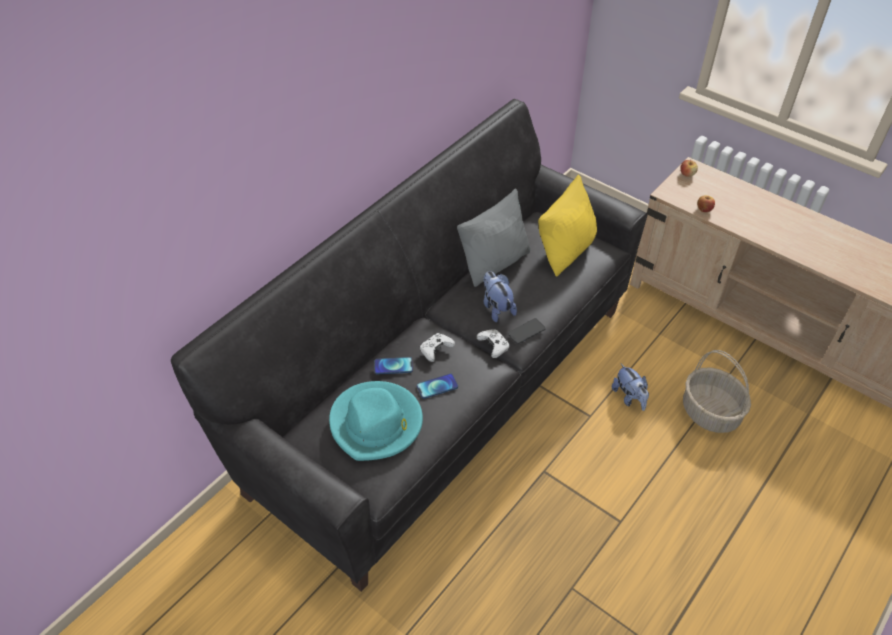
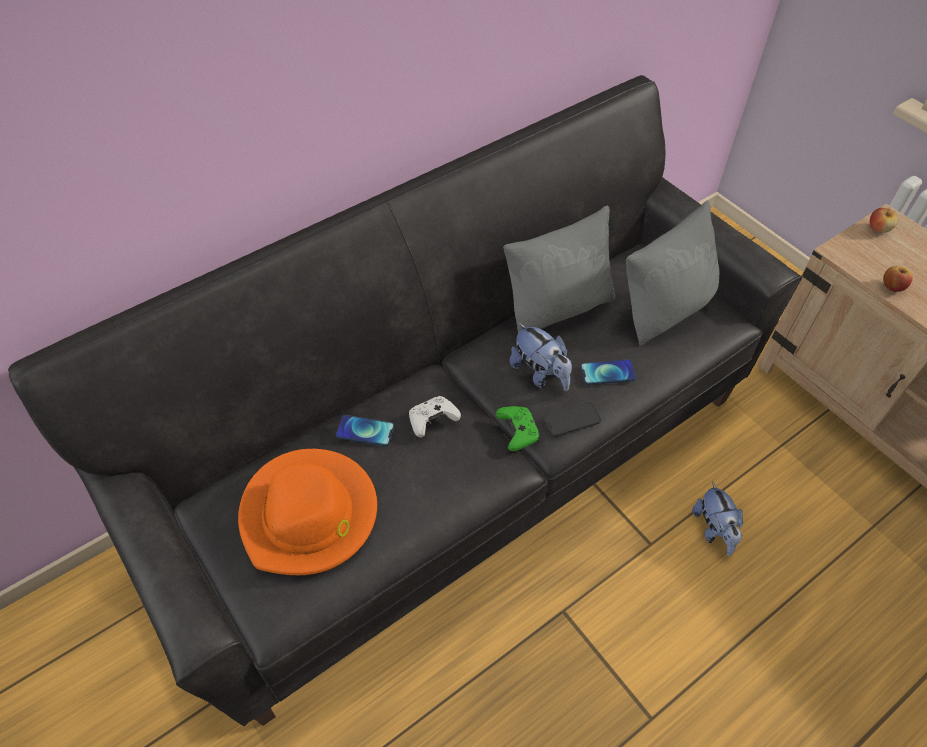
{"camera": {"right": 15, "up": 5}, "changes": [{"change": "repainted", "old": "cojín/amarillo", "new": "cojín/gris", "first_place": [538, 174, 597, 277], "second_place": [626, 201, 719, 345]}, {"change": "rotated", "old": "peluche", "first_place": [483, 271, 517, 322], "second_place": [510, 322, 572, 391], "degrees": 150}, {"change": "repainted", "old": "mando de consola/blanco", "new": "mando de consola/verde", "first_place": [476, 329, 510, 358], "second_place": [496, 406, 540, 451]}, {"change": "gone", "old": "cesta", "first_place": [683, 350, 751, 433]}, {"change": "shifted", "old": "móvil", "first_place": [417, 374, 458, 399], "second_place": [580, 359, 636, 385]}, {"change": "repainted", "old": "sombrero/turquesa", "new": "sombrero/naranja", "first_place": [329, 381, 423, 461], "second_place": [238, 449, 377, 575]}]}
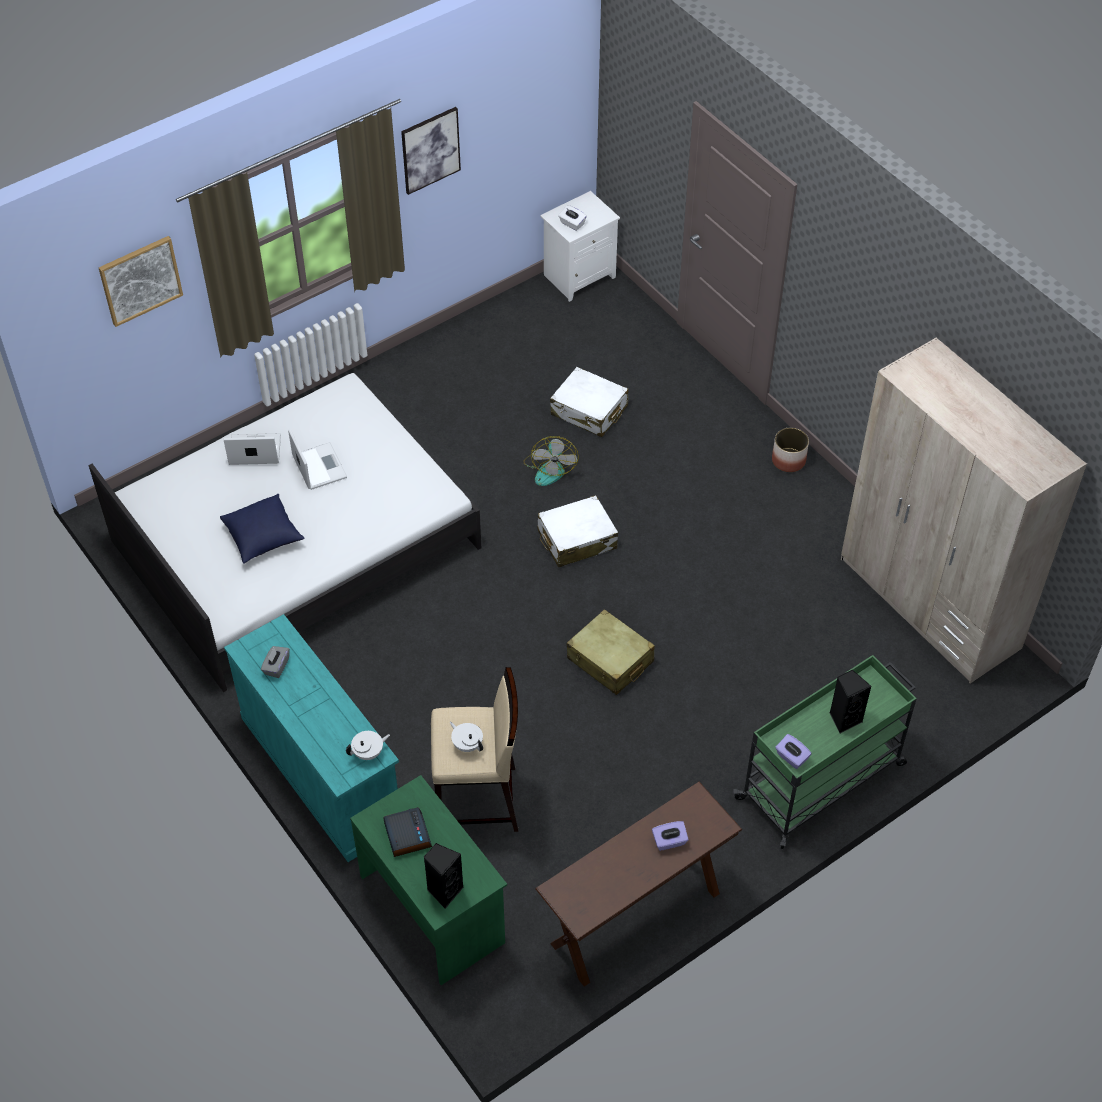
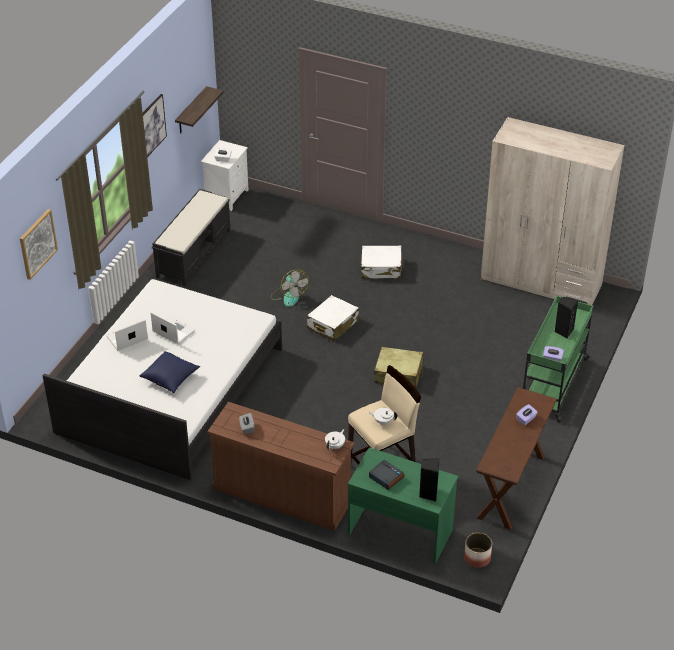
{"camera": {"right": -30, "up": -10}, "changes": [{"change": "shifted", "old": "maleta/blanco", "first_place": [550, 367, 628, 437], "second_place": [361, 245, 404, 279]}, {"change": "shifted", "old": "maceta", "first_place": [772, 428, 809, 472], "second_place": [464, 533, 492, 568]}, {"change": "repainted", "old": "cómoda/turquesa", "new": "cómoda/marrón", "first_place": [224, 614, 399, 862], "second_place": [207, 402, 354, 531]}, {"change": "new", "new": "estante", "second_place": [175, 86, 224, 134]}, {"change": "new", "new": "banco/negro", "second_place": [152, 189, 230, 286]}]}
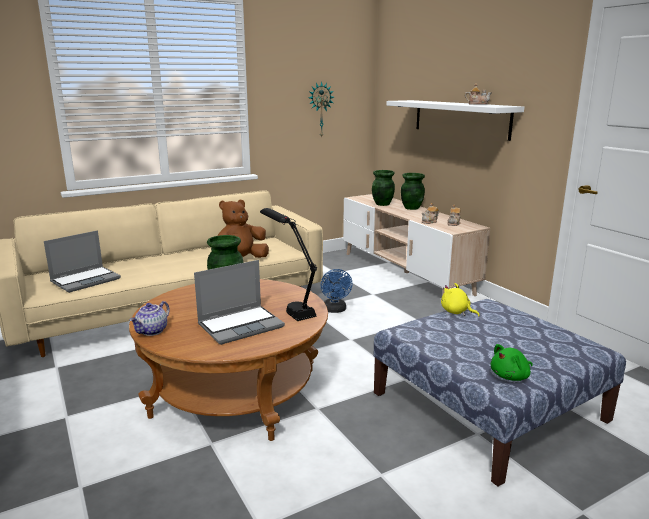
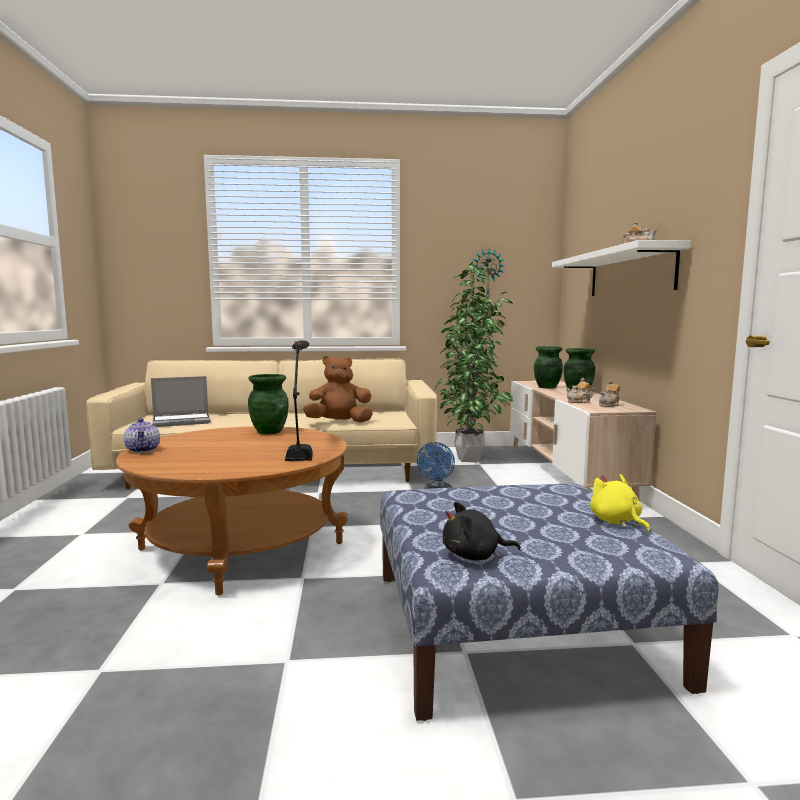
{"camera": {"right": 25, "up": -10}, "changes": [{"change": "gone", "old": "portátil", "first_place": [194, 260, 285, 345]}, {"change": "shifted", "old": "peluche/amarillo", "first_place": [441, 283, 480, 317], "second_place": [590, 474, 650, 532]}, {"change": "rotated", "old": "tetera", "first_place": [130, 301, 170, 336], "second_place": [124, 418, 160, 453], "degrees": -75}, {"change": "repainted", "old": "peluche/verde", "new": "peluche/negro", "first_place": [491, 344, 533, 381], "second_place": [443, 502, 521, 560]}, {"change": "new", "new": "planta en maceta", "second_place": [435, 261, 514, 462]}]}
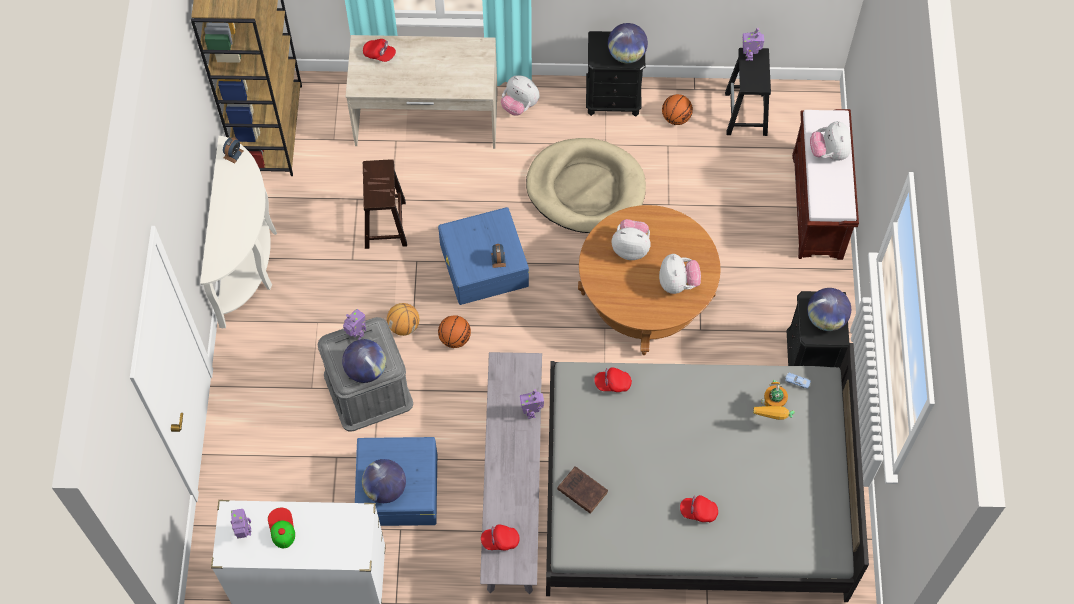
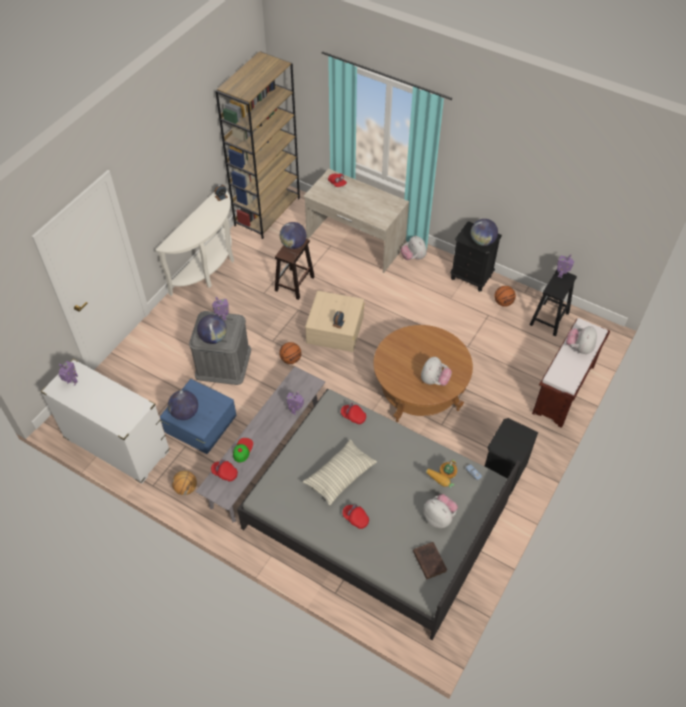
{"camera": {"right": 30, "up": -10}, "changes": [{"change": "gone", "old": "cama para perro/beis", "first_place": [526, 138, 646, 233]}, {"change": "repainted", "old": "caja de almacenaje/azul", "new": "caja de almacenaje/beis", "first_place": [438, 207, 529, 305], "second_place": [305, 291, 364, 352]}, {"change": "shifted", "old": "peluche", "first_place": [612, 219, 651, 260], "second_place": [423, 494, 458, 528]}, {"change": "shifted", "old": "globo terráqueo", "first_place": [807, 288, 851, 331], "second_place": [280, 222, 306, 249]}, {"change": "shifted", "old": "balón de baloncesto", "first_place": [387, 303, 419, 336], "second_place": [172, 471, 197, 495]}, {"change": "shifted", "old": "libro/marrón", "first_place": [557, 466, 608, 514], "second_place": [413, 542, 447, 579]}, {"change": "shifted", "old": "gorra", "first_place": [268, 508, 295, 549], "second_place": [233, 438, 253, 463]}, {"change": "new", "new": "cojín", "second_place": [303, 440, 377, 505]}]}
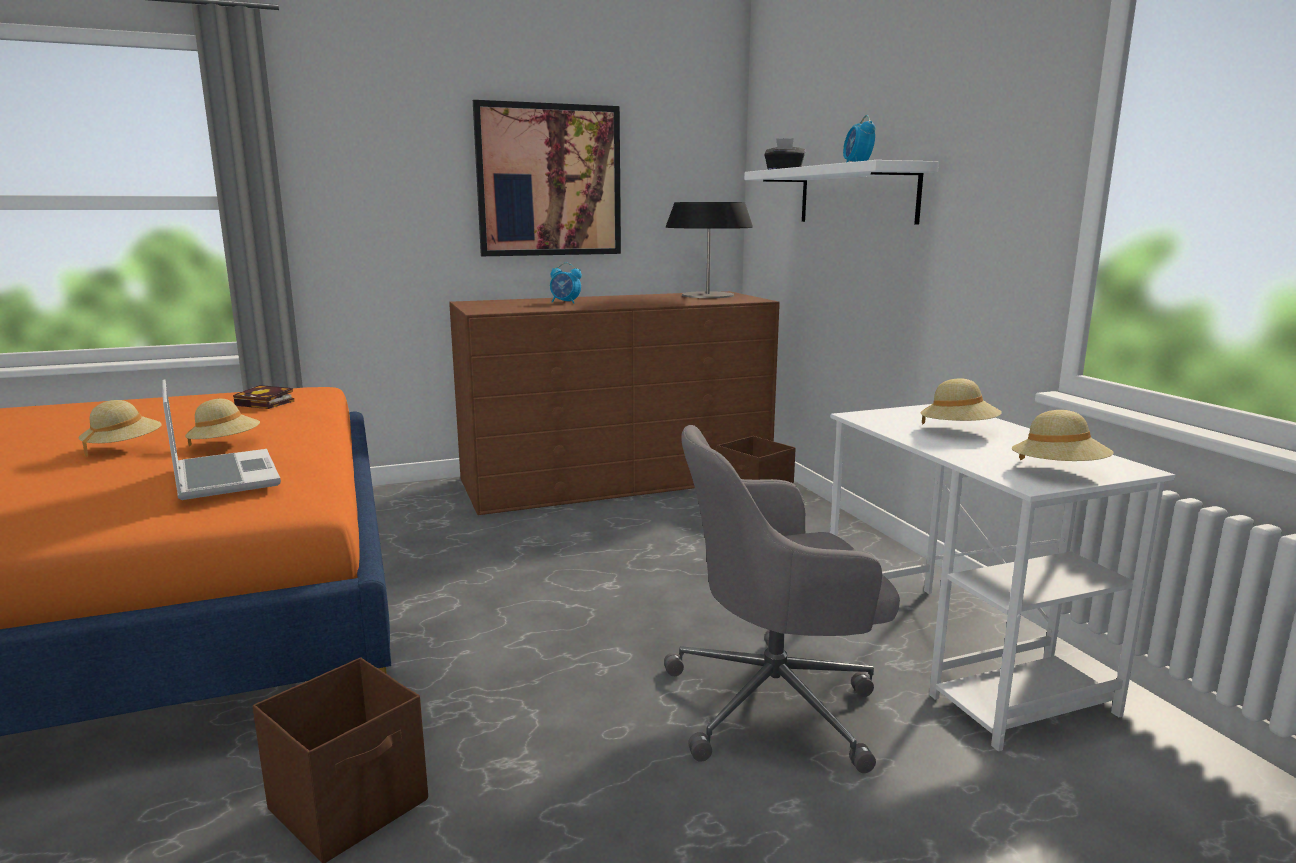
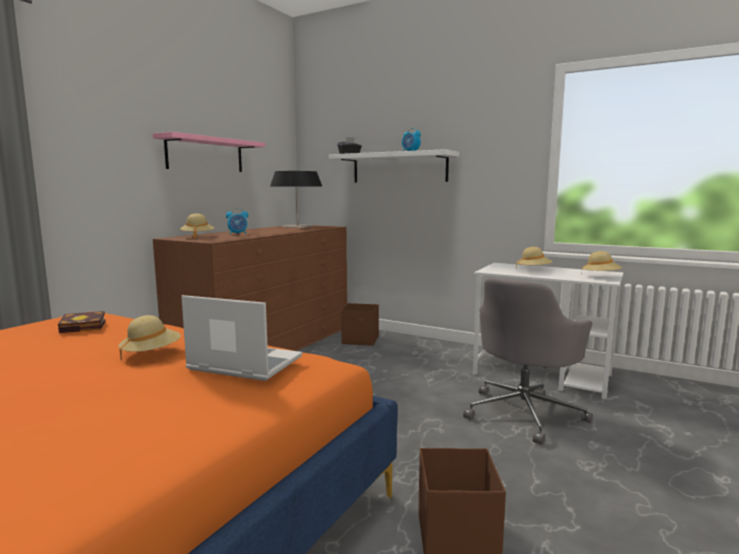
{"camera": {"right": -40, "up": -5}, "changes": [{"change": "swapped", "old": "cuadro", "new": "estante/rosa", "first_place": [473, 100, 621, 256], "second_place": [153, 132, 265, 172]}, {"change": "shifted", "old": "sombrero/beis", "first_place": [79, 400, 162, 457], "second_place": [180, 213, 214, 239]}]}
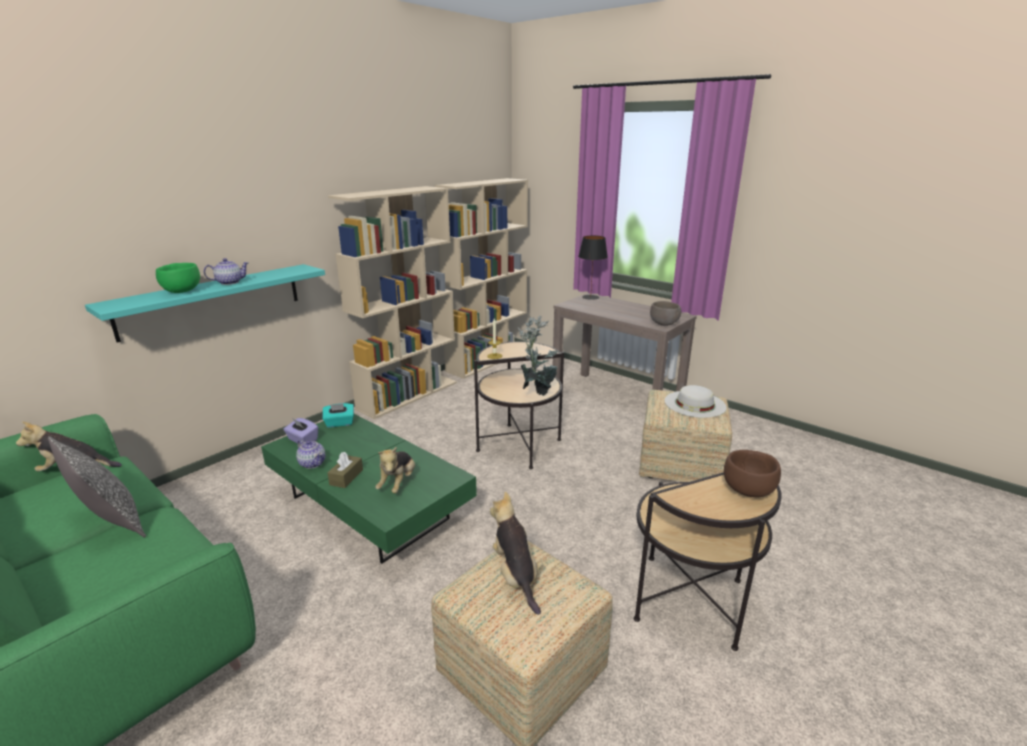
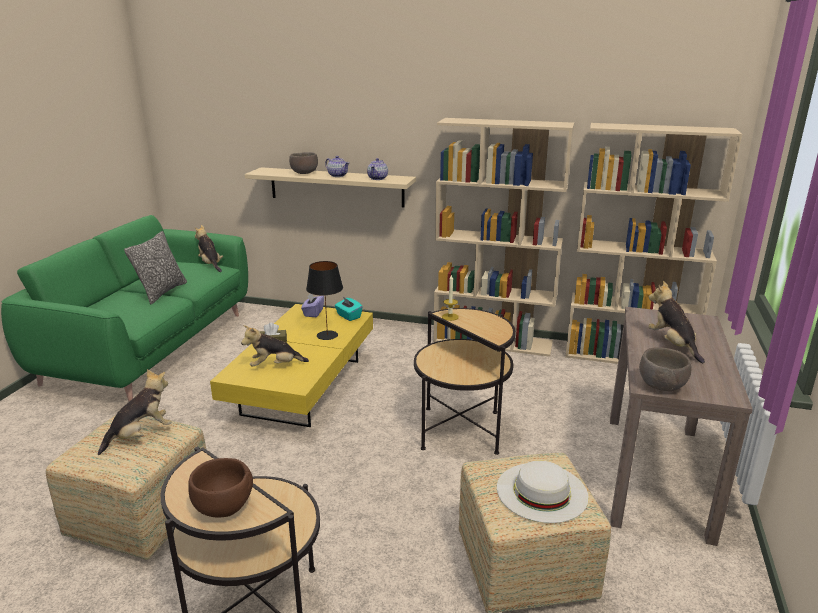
{"camera": {"right": 65, "up": 0}, "changes": [{"change": "shifted", "old": "lámpara de mesa/negro", "first_place": [578, 235, 608, 300], "second_place": [306, 261, 343, 340]}, {"change": "repainted", "old": "cuenco/verde", "new": "cuenco/marrón", "first_place": [156, 263, 200, 293], "second_place": [289, 152, 318, 174]}, {"change": "repainted", "old": "estante/turquesa", "new": "estante/beis", "first_place": [85, 264, 325, 343], "second_place": [245, 167, 416, 207]}, {"change": "gone", "old": "planta en maceta", "first_place": [518, 316, 558, 396]}, {"change": "repainted", "old": "mesa de centro/verde", "new": "mesa de centro/amarillo", "first_place": [261, 414, 477, 564], "second_place": [210, 304, 373, 427]}, {"change": "shifted", "old": "tetera", "first_place": [296, 440, 325, 469], "second_place": [367, 158, 388, 180]}, {"change": "new", "new": "peluche", "second_place": [649, 281, 705, 363]}]}
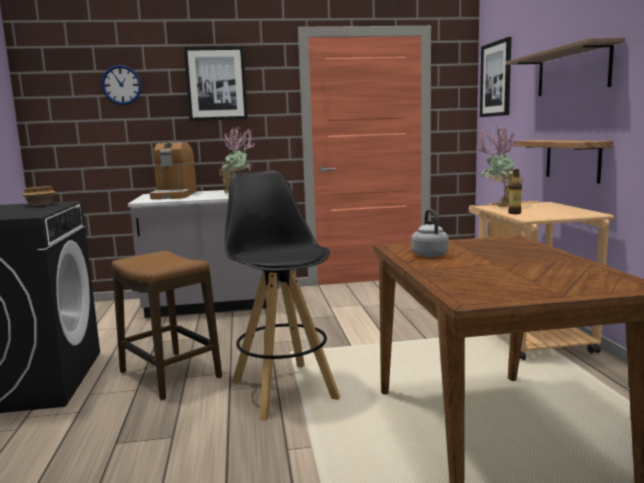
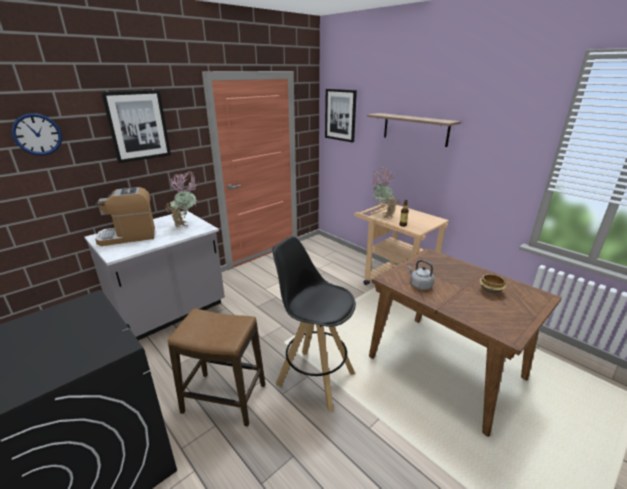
{"camera": {"right": -35, "up": 15}, "changes": [{"change": "gone", "old": "estante", "first_place": [514, 140, 613, 184]}, {"change": "rotated", "old": "cafetera", "first_place": [150, 141, 197, 200], "second_place": [95, 187, 155, 246], "degrees": 105}, {"change": "shifted", "old": "cuenco", "first_place": [22, 186, 56, 206], "second_place": [480, 274, 506, 295]}]}
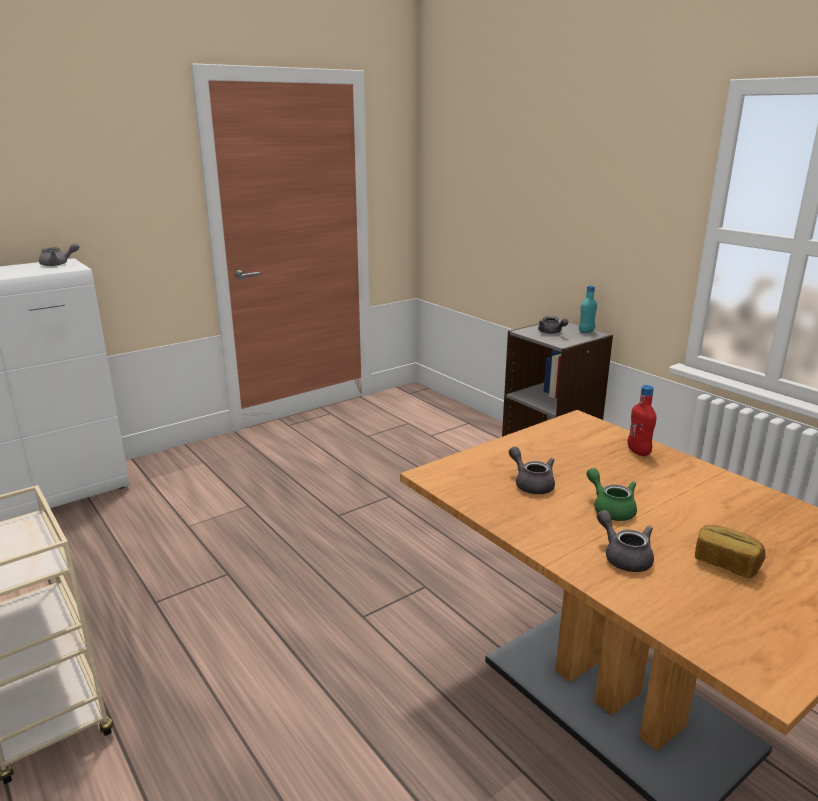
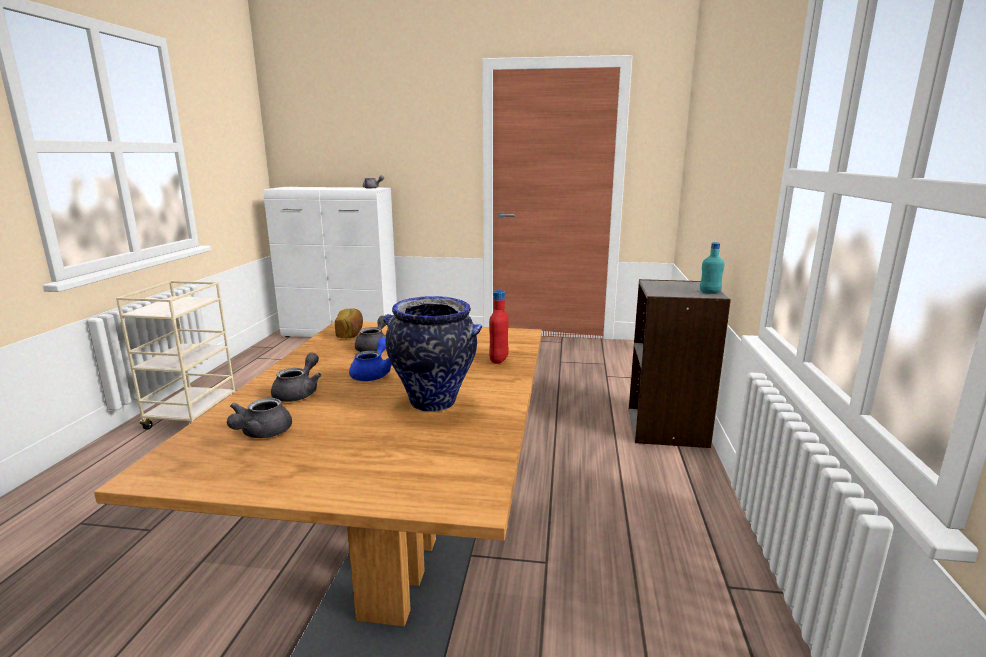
{"camera": {"right": 45, "up": -5}, "changes": [{"change": "shifted", "old": "tetera/gris", "first_place": [538, 316, 568, 334], "second_place": [227, 398, 292, 438]}, {"change": "repainted", "old": "tetera/verde", "new": "tetera/azul", "first_place": [586, 468, 637, 521], "second_place": [349, 337, 391, 381]}, {"change": "shifted", "old": "pan", "first_place": [695, 525, 765, 578], "second_place": [335, 308, 363, 338]}, {"change": "new", "new": "florero", "second_place": [383, 296, 482, 412]}]}
